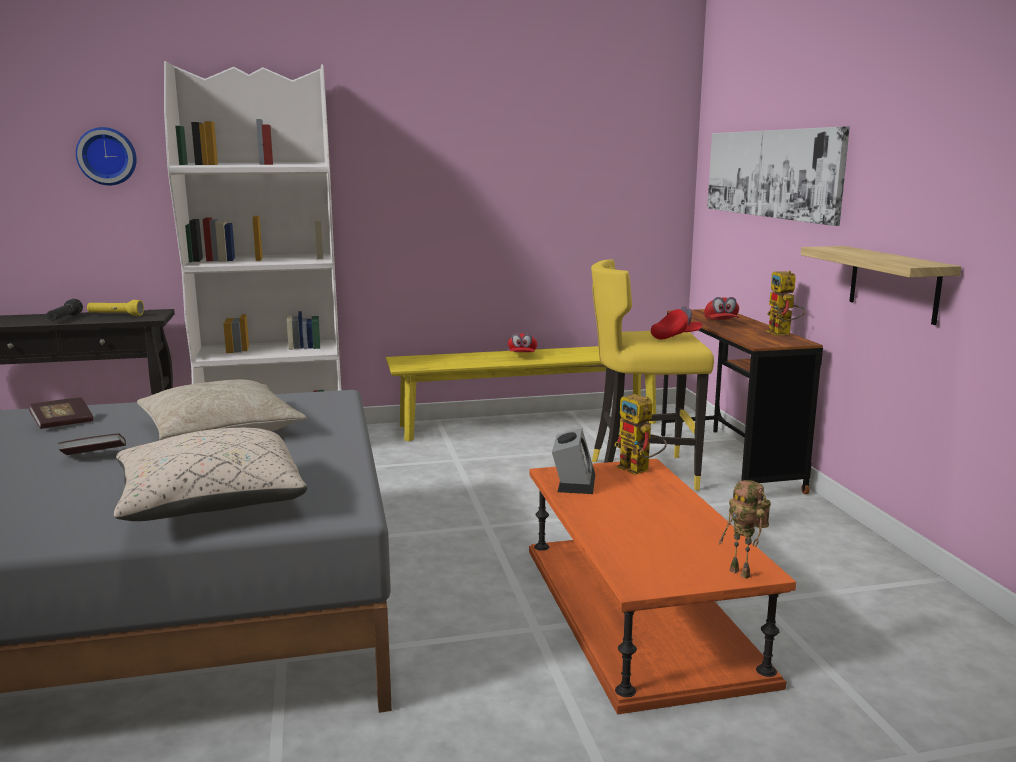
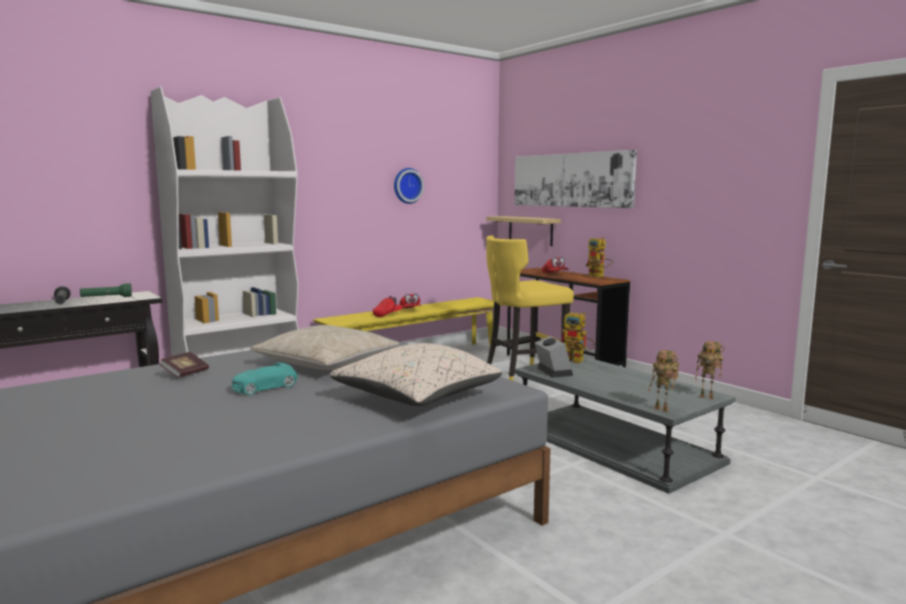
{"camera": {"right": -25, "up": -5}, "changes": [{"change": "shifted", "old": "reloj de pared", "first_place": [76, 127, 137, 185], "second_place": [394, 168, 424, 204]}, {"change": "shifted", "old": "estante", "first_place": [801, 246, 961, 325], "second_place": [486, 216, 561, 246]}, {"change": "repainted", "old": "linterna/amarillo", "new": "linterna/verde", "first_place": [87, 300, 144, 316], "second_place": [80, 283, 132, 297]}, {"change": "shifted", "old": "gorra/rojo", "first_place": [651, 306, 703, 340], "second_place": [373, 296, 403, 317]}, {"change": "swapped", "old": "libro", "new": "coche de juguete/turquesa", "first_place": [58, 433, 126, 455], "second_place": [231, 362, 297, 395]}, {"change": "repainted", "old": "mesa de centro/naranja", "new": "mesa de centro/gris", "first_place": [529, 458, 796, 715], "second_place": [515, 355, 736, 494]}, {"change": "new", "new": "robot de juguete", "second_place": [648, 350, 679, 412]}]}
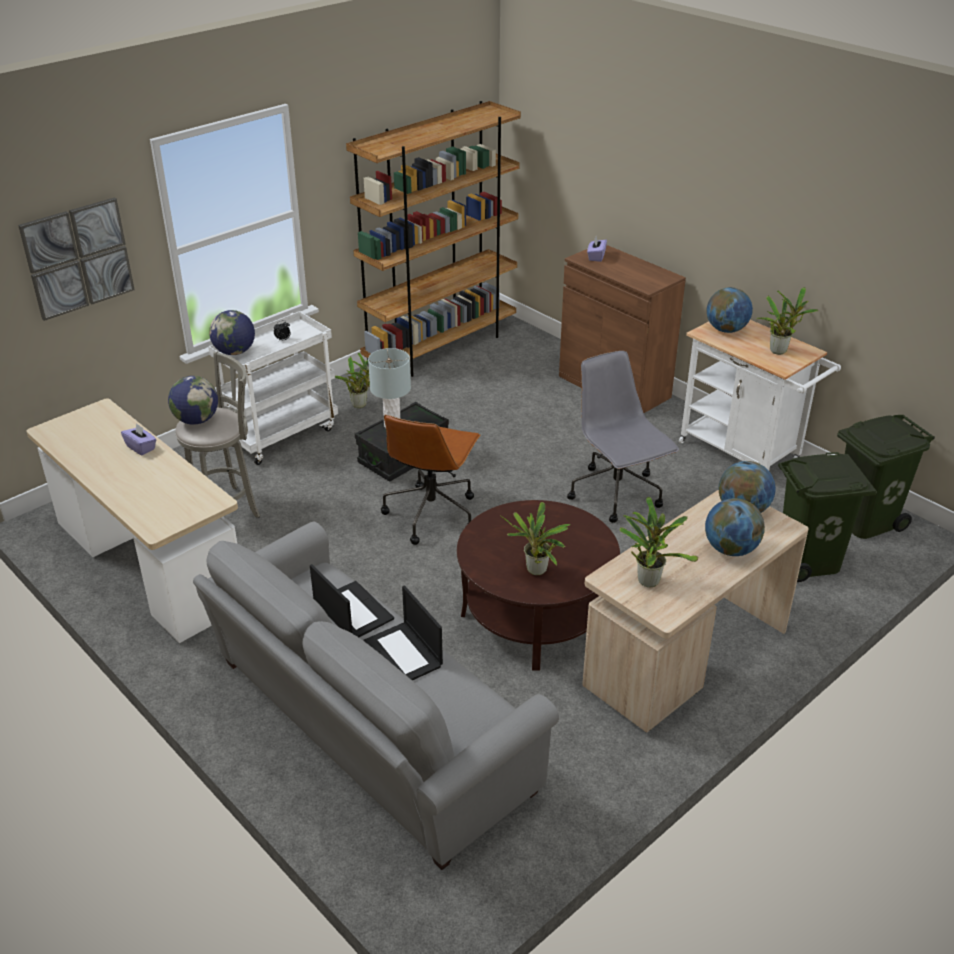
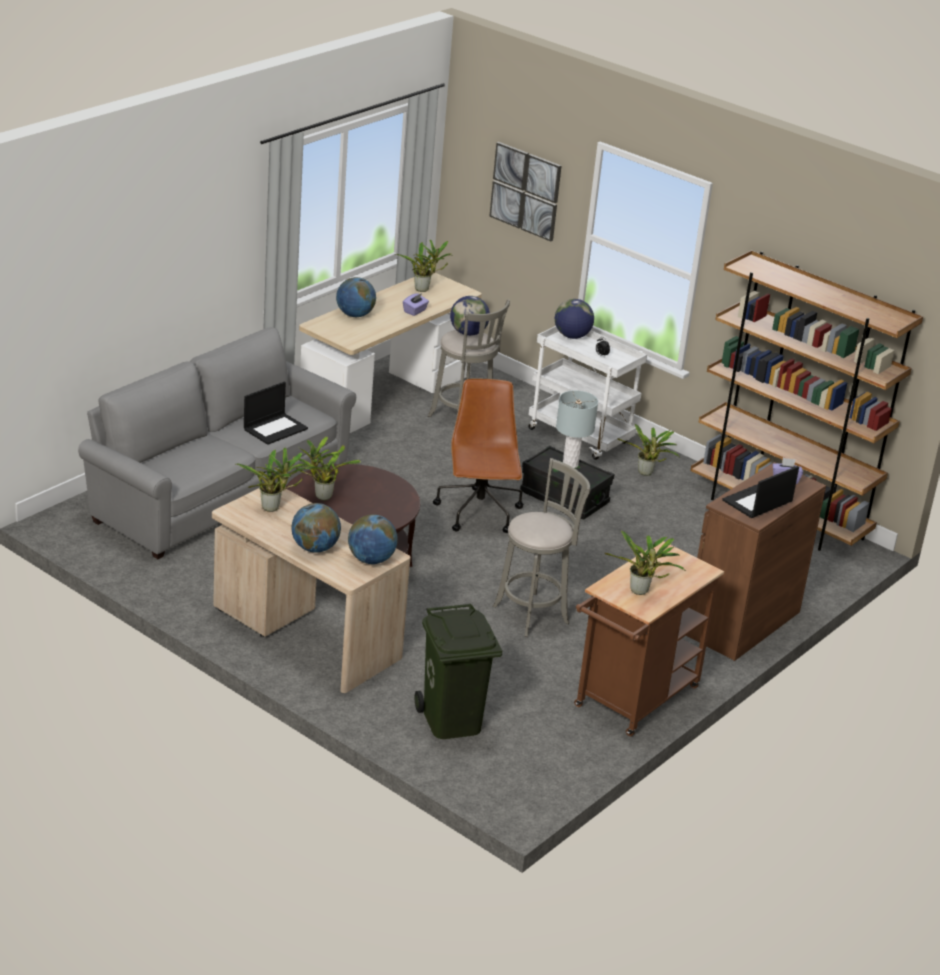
{"camera": {"right": 80, "up": -5}, "changes": [{"change": "shifted", "old": "globo terráqueo", "first_place": [707, 287, 753, 333], "second_place": [336, 277, 376, 317]}, {"change": "repainted", "old": "carrito/blanco", "new": "carrito/marrón", "first_place": [679, 320, 841, 471], "second_place": [574, 541, 724, 736]}, {"change": "swapped", "old": "silla de oficina/gris", "new": "taburete/gris", "first_place": [567, 351, 679, 523], "second_place": [493, 458, 590, 637]}, {"change": "rotated", "old": "silla de oficina/marrón", "first_place": [381, 415, 481, 545], "second_place": [433, 378, 524, 533], "degrees": 75}, {"change": "gone", "old": "papelera/verde", "first_place": [837, 415, 935, 539]}, {"change": "shifted", "old": "portátil", "first_place": [363, 585, 443, 681], "second_place": [722, 466, 799, 518]}, {"change": "new", "new": "planta en maceta", "second_place": [395, 239, 453, 292]}]}
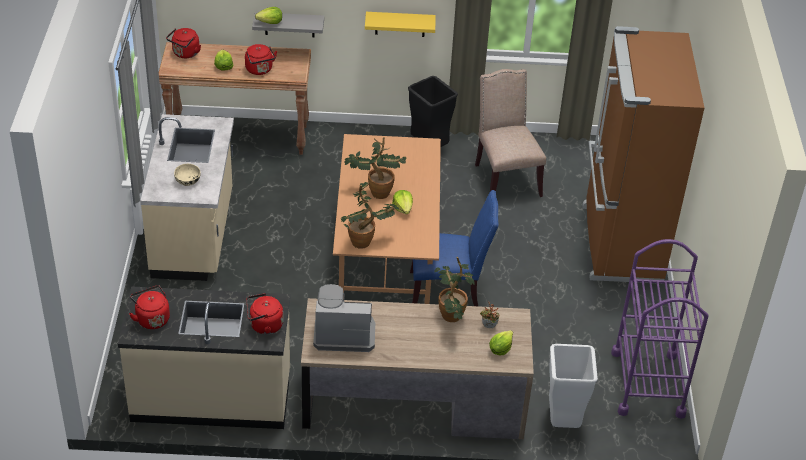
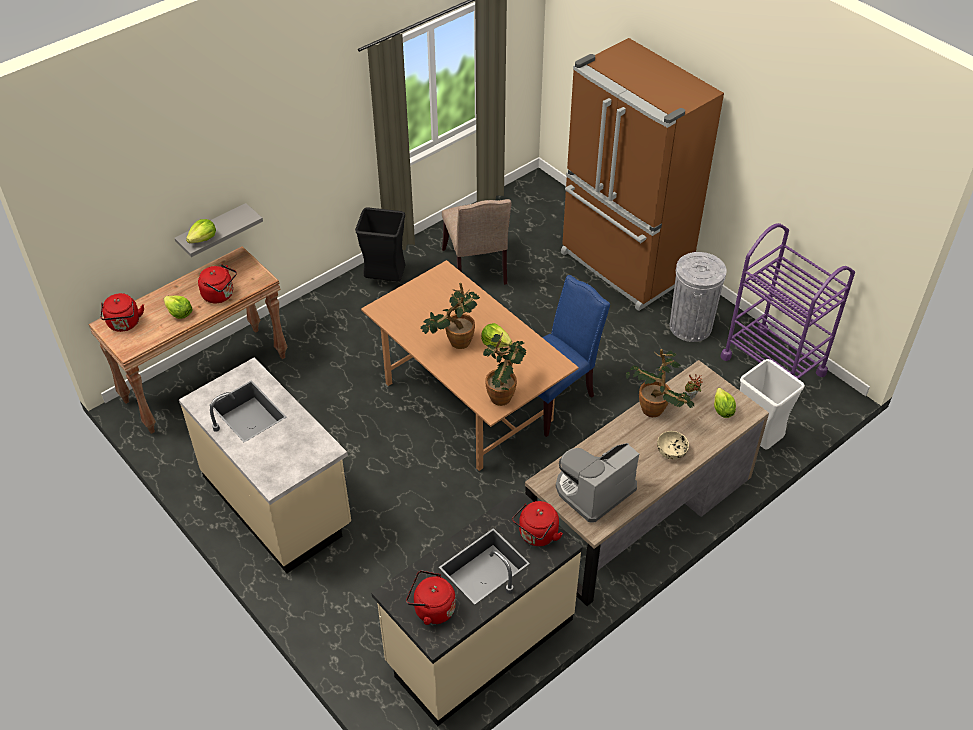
{"camera": {"right": -40, "up": 5}, "changes": [{"change": "gone", "old": "estante/amarillo", "first_place": [365, 12, 436, 37]}, {"change": "rotated", "old": "silla/beis", "first_place": [475, 69, 546, 197], "second_place": [442, 199, 512, 285], "degrees": -135}, {"change": "shifted", "old": "cuenco/beis", "first_place": [174, 164, 201, 186], "second_place": [657, 431, 689, 460]}, {"change": "new", "new": "papelera/gris", "second_place": [670, 252, 727, 342]}]}
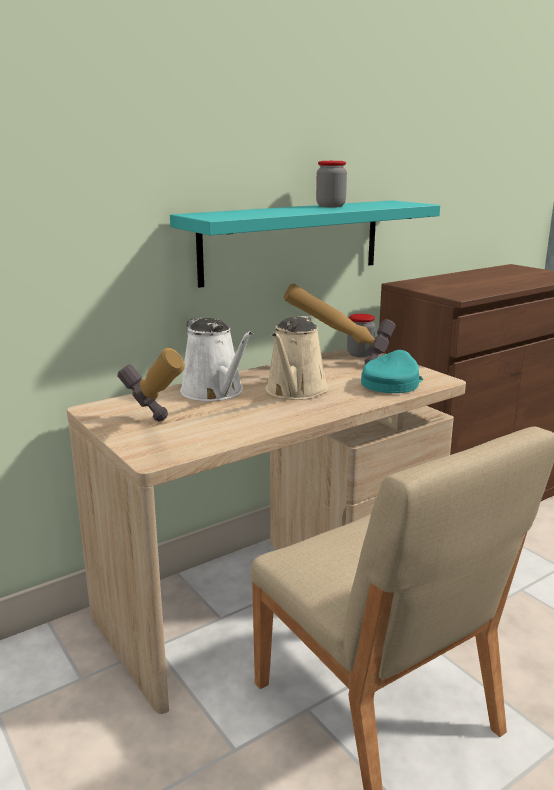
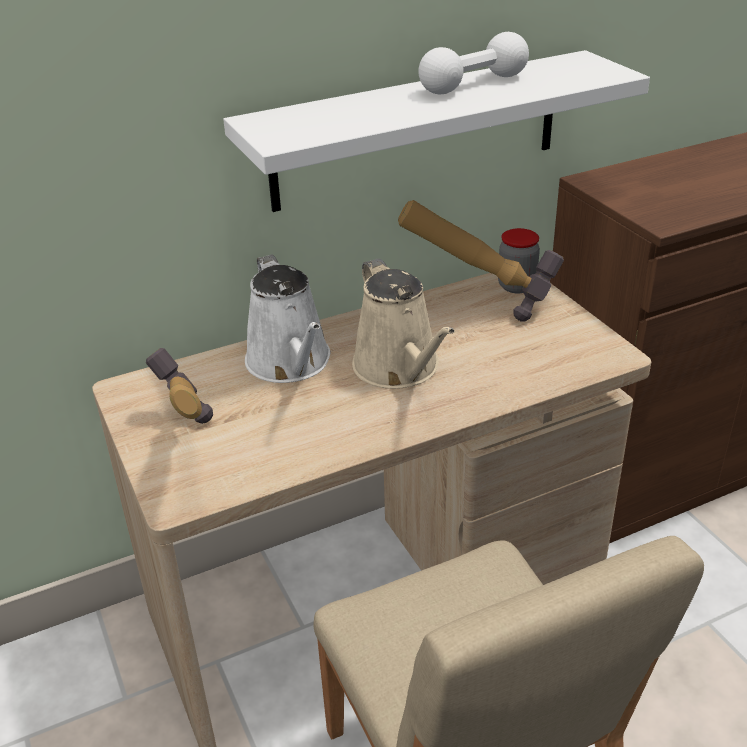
{"camera": {"right": 10, "up": 15}, "changes": [{"change": "swapped", "old": "tarro", "new": "mancuerna/blanco", "first_place": [316, 161, 347, 208], "second_place": [418, 32, 529, 94]}, {"change": "repainted", "old": "estante/turquesa", "new": "estante/blanco", "first_place": [170, 200, 440, 288], "second_place": [223, 50, 650, 212]}, {"change": "rotated", "old": "regadera/beis", "first_place": [266, 316, 329, 400], "second_place": [352, 258, 455, 389], "degrees": -45}, {"change": "gone", "old": "gorra/turquesa", "first_place": [361, 350, 423, 393]}]}
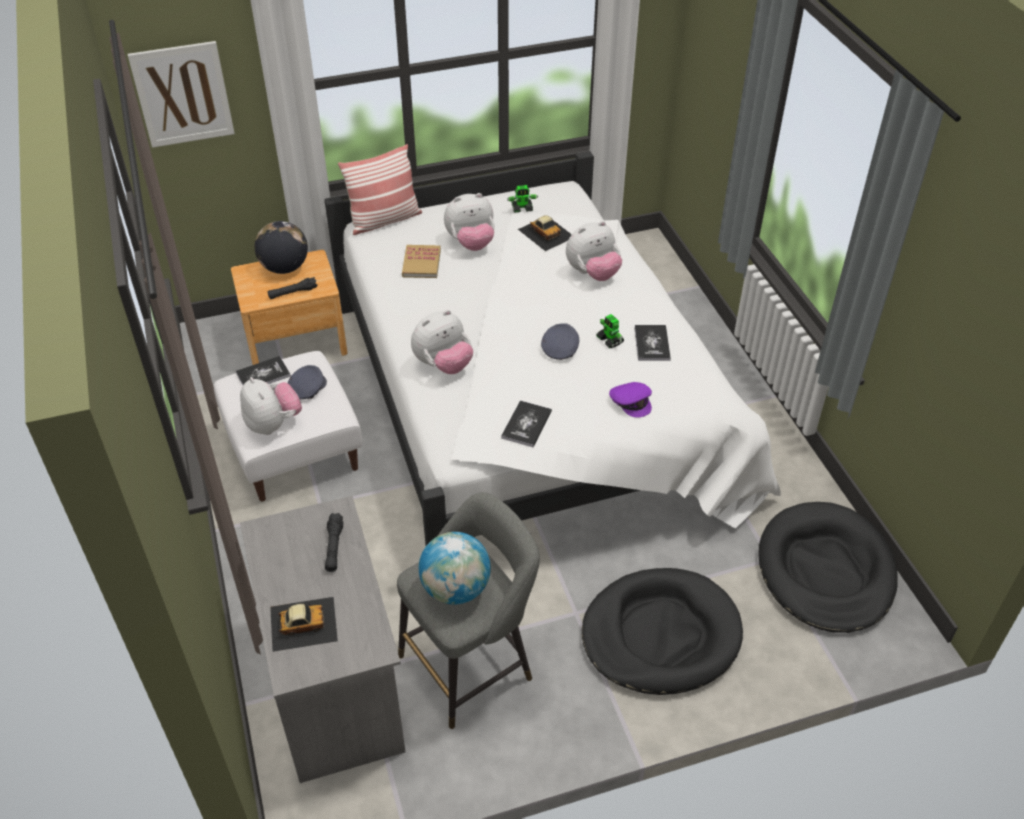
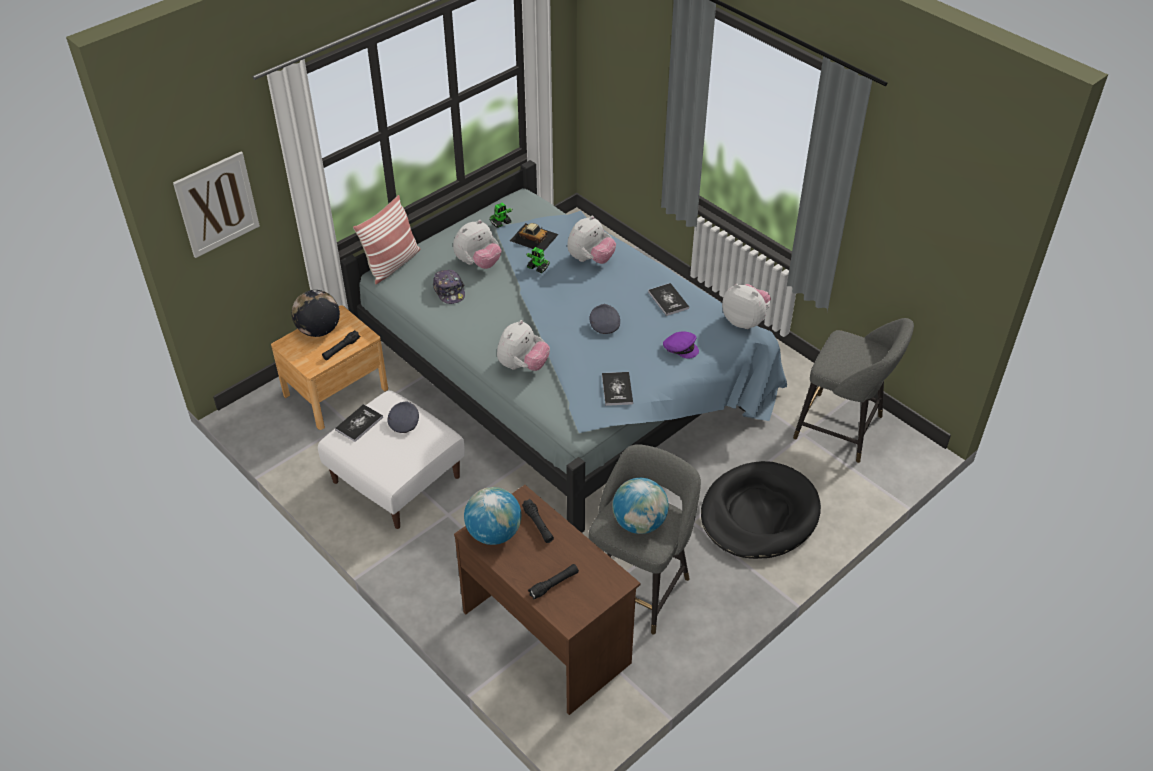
{"camera": {"right": -25, "up": 0}, "changes": [{"change": "repainted", "old": "cama/blanco", "new": "cama/azul", "first_place": [325, 151, 781, 546], "second_place": [340, 160, 787, 533]}, {"change": "swapped", "old": "libro", "new": "gorra", "first_place": [402, 245, 441, 278], "second_place": [433, 270, 465, 304]}, {"change": "shifted", "old": "robot de juguete", "first_place": [596, 314, 624, 348], "second_place": [526, 247, 550, 273]}, {"change": "shifted", "old": "peluche", "first_place": [240, 377, 302, 435], "second_place": [722, 284, 771, 329]}, {"change": "repainted", "old": "escritorio/gris", "new": "escritorio/marrón", "first_place": [240, 496, 406, 783], "second_place": [454, 485, 640, 715]}, {"change": "swapped", "old": "cama para perro/negro", "new": "taburete/gris", "first_place": [758, 502, 898, 633], "second_place": [793, 318, 914, 463]}, {"change": "swapped", "old": "coche de juguete", "new": "linterna/negro", "first_place": [270, 597, 338, 652], "second_place": [528, 564, 579, 600]}, {"change": "new", "new": "globo terráqueo", "second_place": [464, 487, 521, 545]}]}
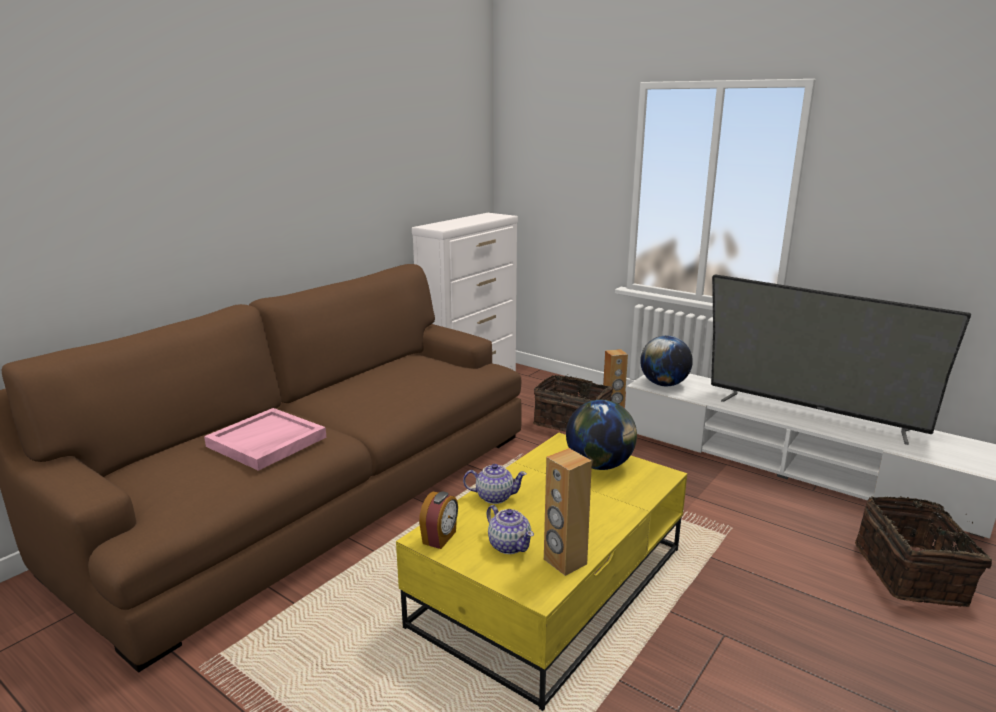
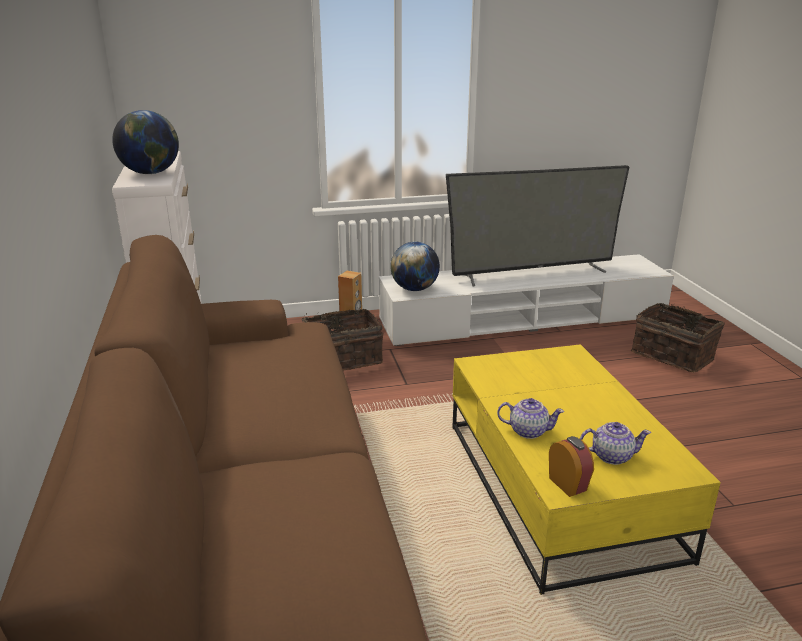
{"camera": {"right": -50, "up": 5}, "changes": [{"change": "shifted", "old": "globo terráqueo", "first_place": [566, 400, 637, 470], "second_place": [112, 110, 179, 174]}, {"change": "gone", "old": "bandeja/rosa", "first_place": [204, 408, 327, 471]}, {"change": "gone", "old": "altavoz/marrón", "first_place": [544, 448, 592, 576]}, {"change": "rotated", "old": "tetera", "first_place": [463, 464, 527, 504], "second_place": [497, 398, 564, 439], "degrees": 60}]}
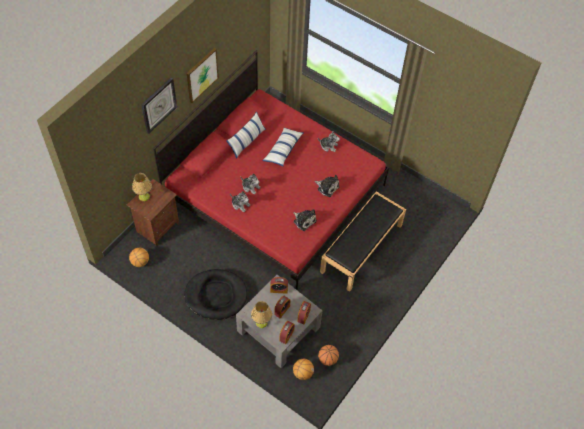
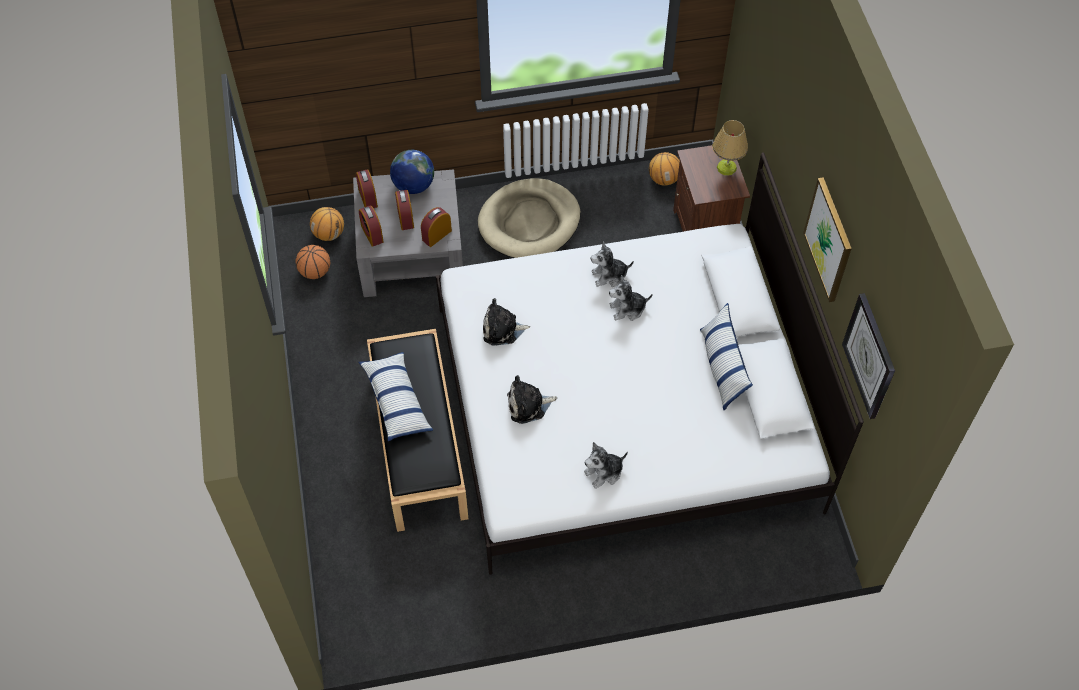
{"camera": {"right": 135, "up": 0}, "changes": [{"change": "repainted", "old": "cama/rojo", "new": "cama/blanco", "first_place": [153, 50, 389, 291], "second_place": [436, 152, 864, 575]}, {"change": "shifted", "old": "reloj de pared", "first_place": [141, 78, 177, 134], "second_place": [842, 293, 895, 419]}, {"change": "shifted", "old": "cojín", "first_place": [262, 127, 304, 167], "second_place": [358, 352, 433, 441]}, {"change": "repainted", "old": "cama para perro/negro", "new": "cama para perro/beis", "first_place": [184, 269, 247, 320], "second_place": [478, 178, 580, 258]}, {"change": "swapped", "old": "lámpara de mesa", "new": "globo terráqueo", "first_place": [251, 301, 272, 328], "second_place": [390, 150, 434, 194]}]}
